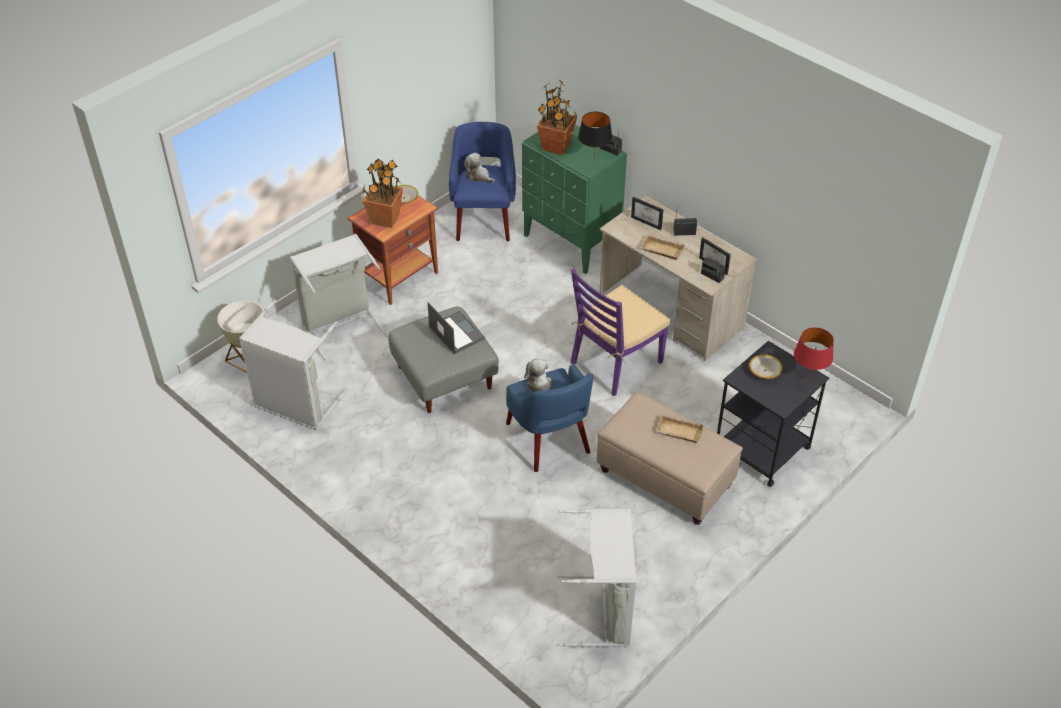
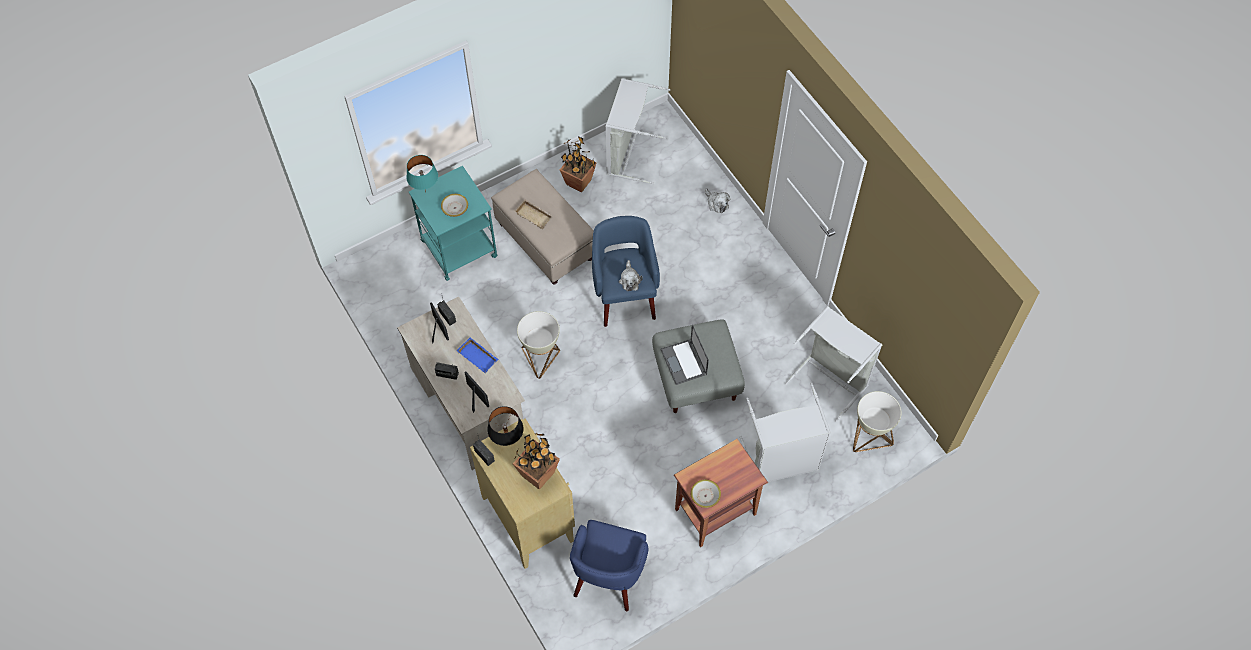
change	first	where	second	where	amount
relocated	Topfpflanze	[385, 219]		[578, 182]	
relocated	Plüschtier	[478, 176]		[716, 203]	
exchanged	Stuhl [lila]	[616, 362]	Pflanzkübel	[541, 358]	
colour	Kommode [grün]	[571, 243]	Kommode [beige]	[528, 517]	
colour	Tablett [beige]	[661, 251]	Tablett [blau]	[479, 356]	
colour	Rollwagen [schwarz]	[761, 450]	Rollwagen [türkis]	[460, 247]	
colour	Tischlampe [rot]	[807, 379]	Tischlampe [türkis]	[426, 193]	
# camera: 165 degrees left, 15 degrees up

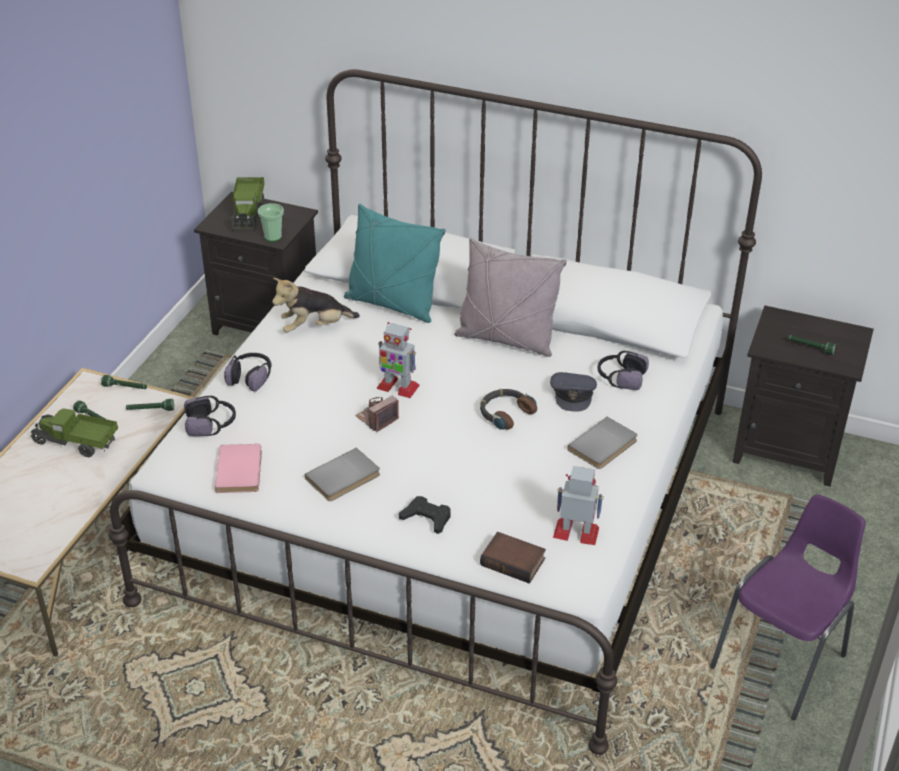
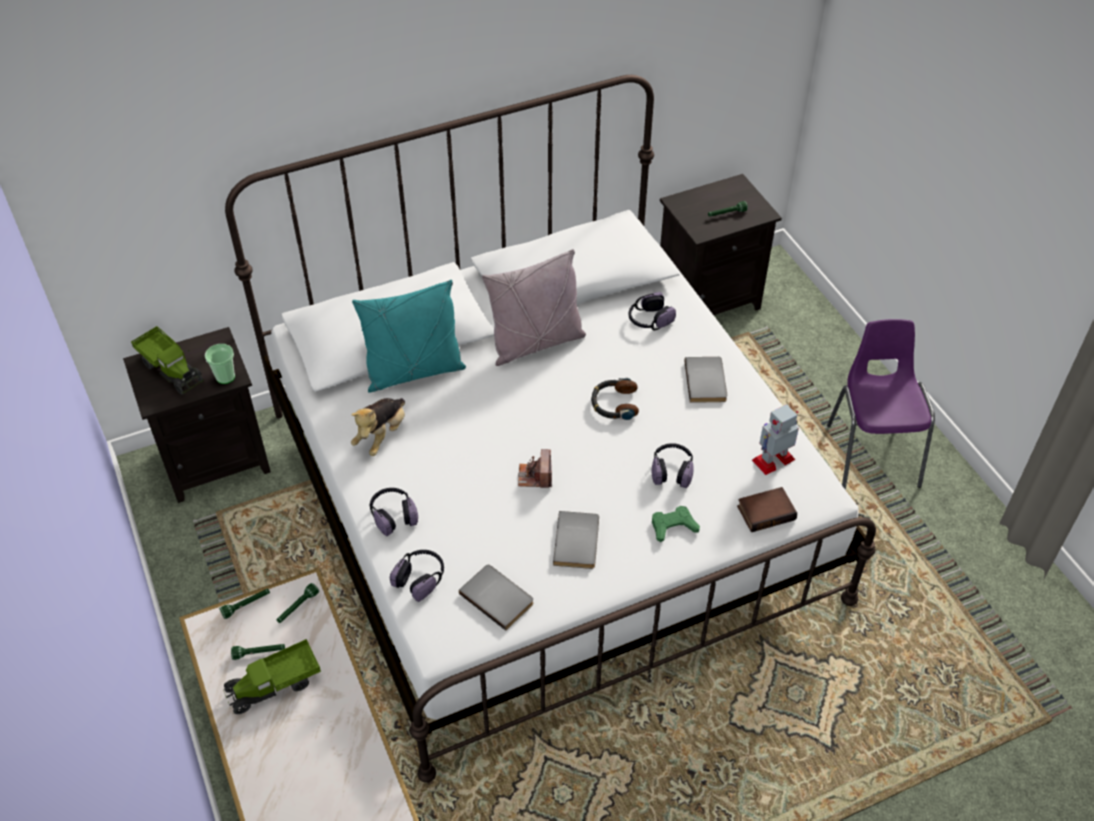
change	first	where	second	where	amount
missing	Spielzeugroboter	[397, 387]			
missing	Kappe [grau]	[573, 394]			
appeared			Kopfhörer	[672, 470]	
colour	Buch [rosa]	[241, 470]	Buch [grau]	[498, 597]	
colour	Gamepad [schwarz]	[426, 518]	Gamepad [grün]	[673, 526]	
# camera: 45 degrees left, 10 degrees up

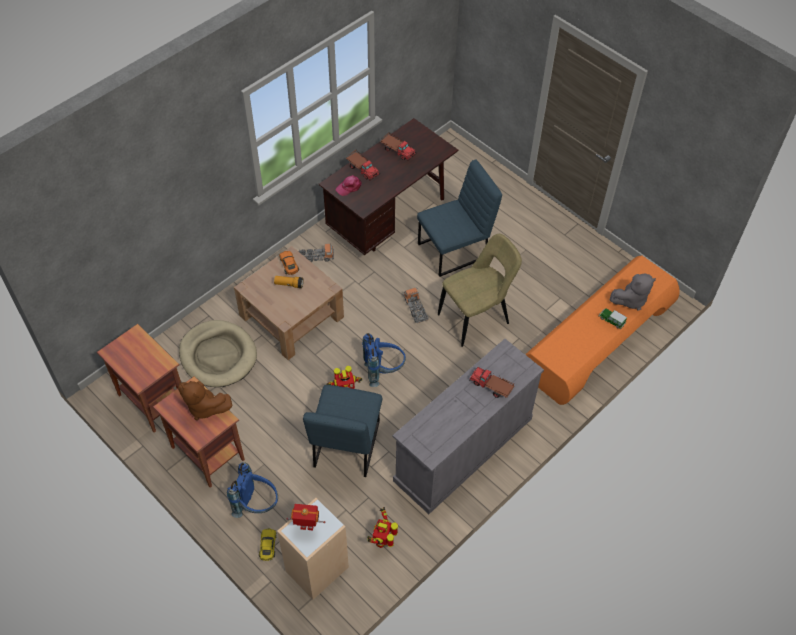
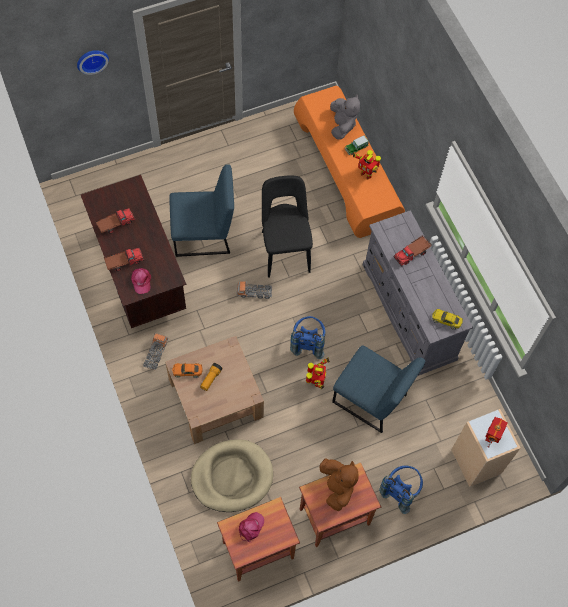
change	first	where	second	where	amount
appeared			Wanduhr	[92, 59]	
appeared			Kappe [rosa]	[251, 527]	
relocated	Spielzeugauto [gelb]	[268, 546]		[446, 320]	
relocated	Spielzeugroboter	[383, 541]		[366, 174]	
colour	Stuhl [beige]	[476, 318]	Stuhl [schwarz]	[285, 249]	
spun	Plüschtier [braun]	[204, 407]		[337, 487]	60 degrees counterclockwise
spun	Stuhl [blau]	[455, 250]		[204, 235]	90 degrees clockwise
# camera: 70 degrees left, 10 degrees up

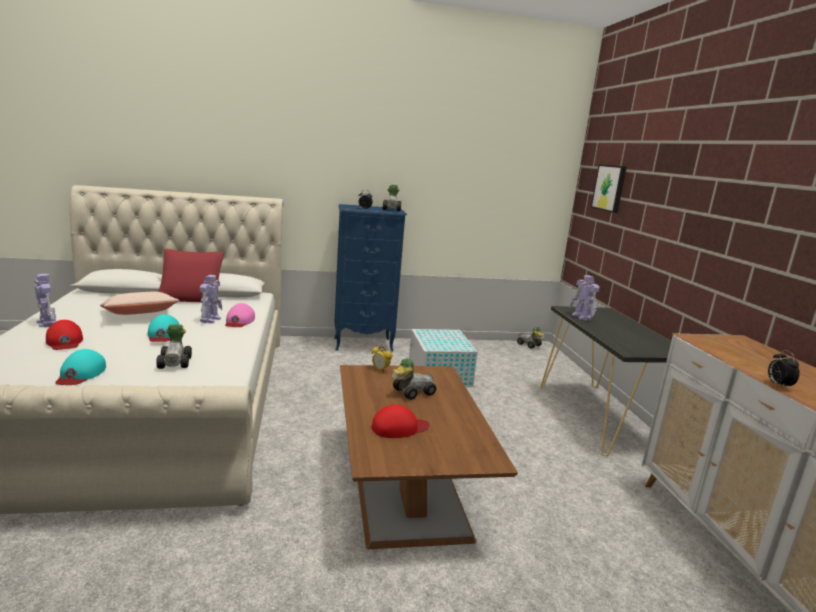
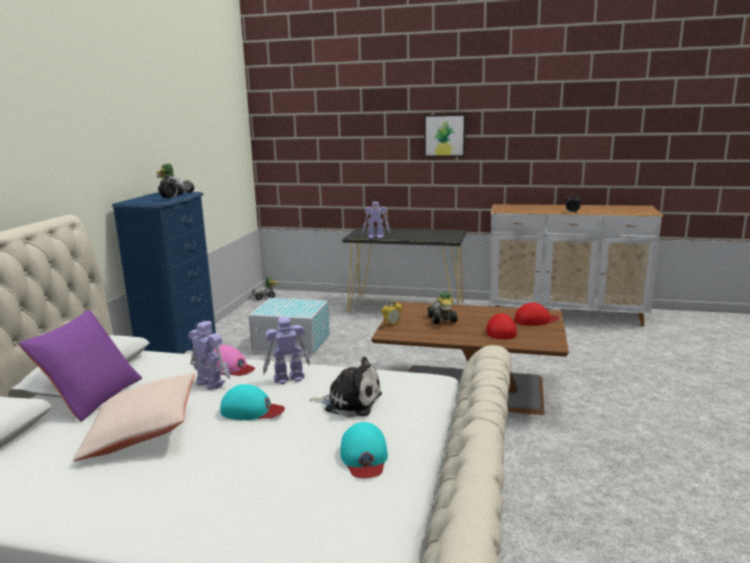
change	first	where	second	where	amount
relocated	Spielzeugroboter	[47, 323]		[288, 378]	
relocated	Kappe [rot]	[64, 341]		[536, 320]	
relocated	Bild	[610, 188]		[445, 135]	
exchanged	Spielzeugauto	[176, 362]	Plüschtier	[350, 402]	
colour	Kissen [rot]	[192, 298]	Kissen [lila]	[91, 396]	
spun	Kappe [türkis]	[80, 374]		[364, 457]	60 degrees clockwise
# camera: 65 degrees left, 0 degrees up

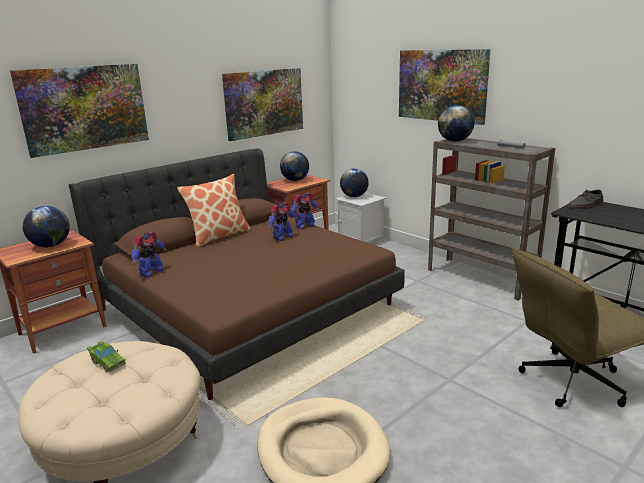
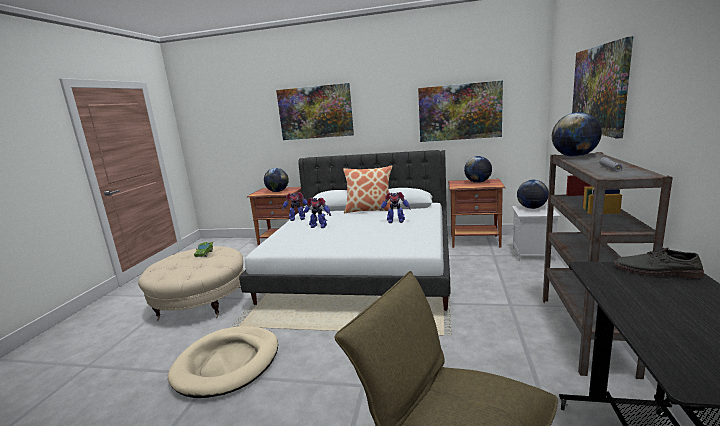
change	first	where	second	where	amount
relocated	Spielzeugroboter	[304, 226]		[318, 226]	
colour	Bett [braun]	[246, 307]	Bett [weiß]	[363, 267]	
# camera: 55 degrees right, 5 degrees down

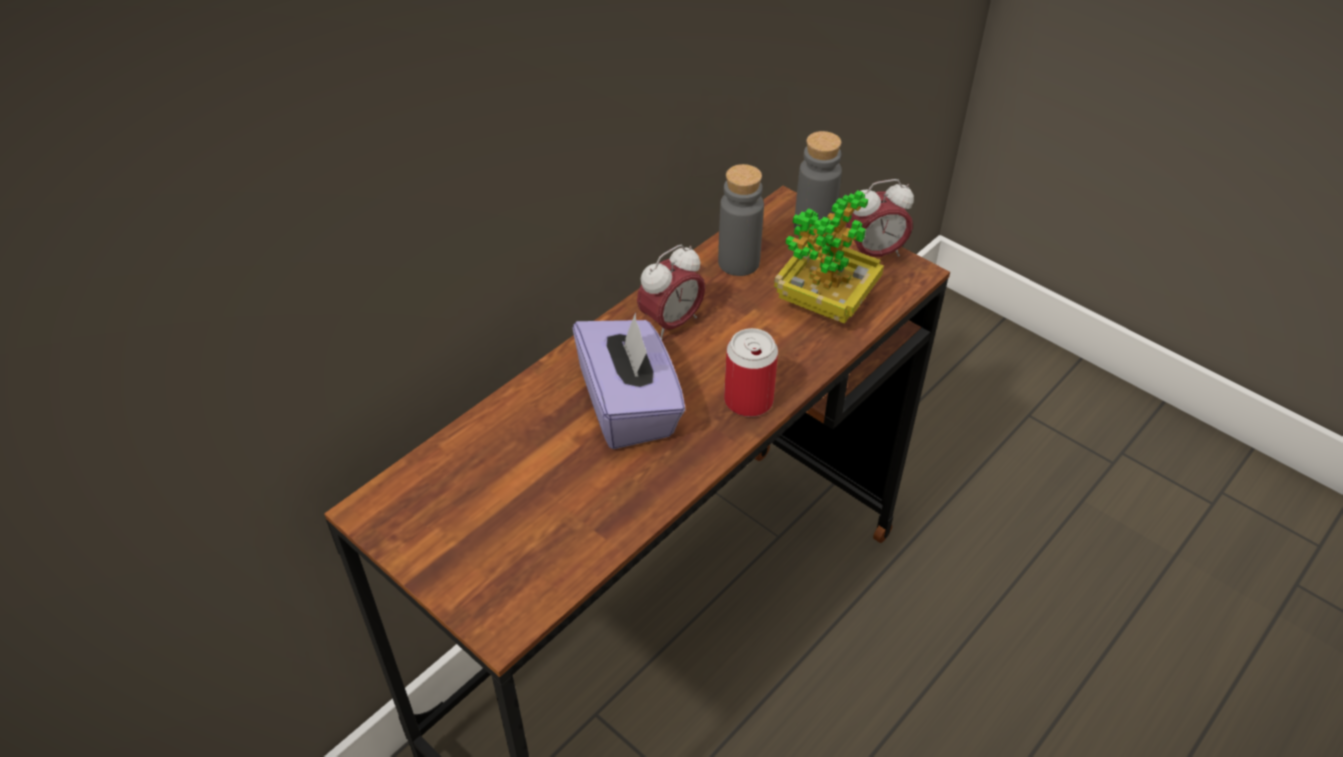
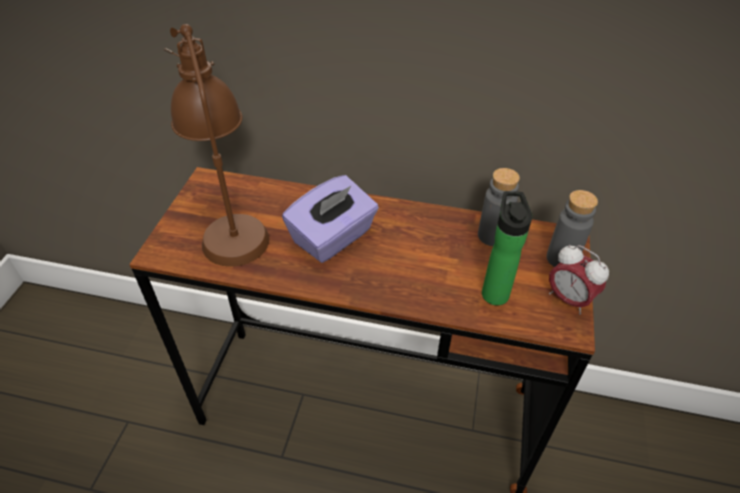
change	first	where	second	where	amount
missing	Wecker	[671, 323]			
missing	Dose	[748, 400]			
appeared			Tischlampe [braun]	[229, 222]	
exchanged	Topfpflanze	[825, 303]	Flasche	[494, 291]	
# camera: 60 degrees right, 0 degrees up

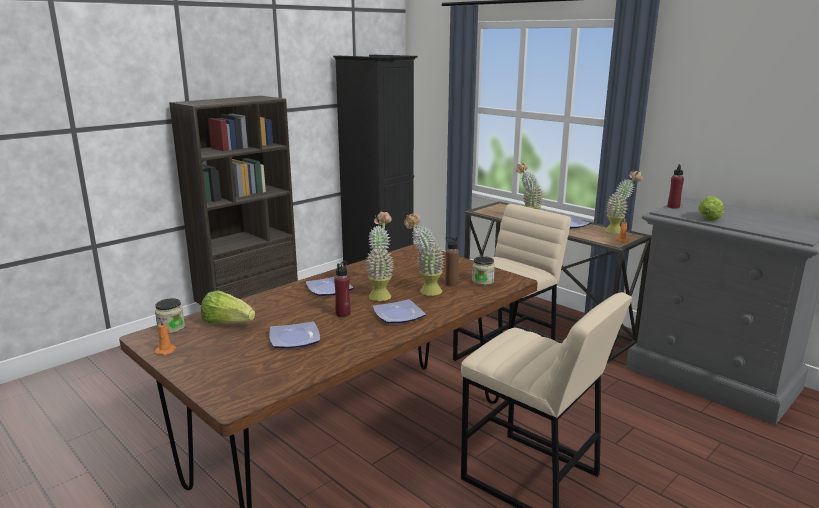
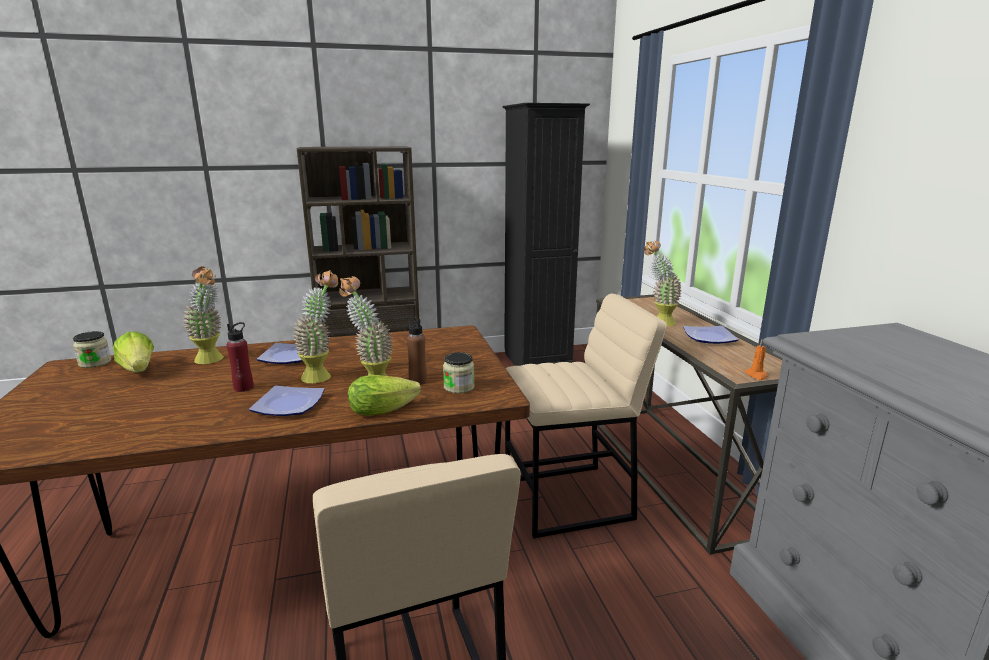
change	first	where	second	where	amount
missing	Kerze [orange]	[166, 350]			
missing	Teller	[294, 339]			
missing	Flasche [rot]	[673, 207]			
relocated	Topfpflanze	[618, 231]		[213, 360]	
relocated	Salatkopf	[711, 217]		[386, 409]	
# camera: 30 degrees right, 0 degrees up

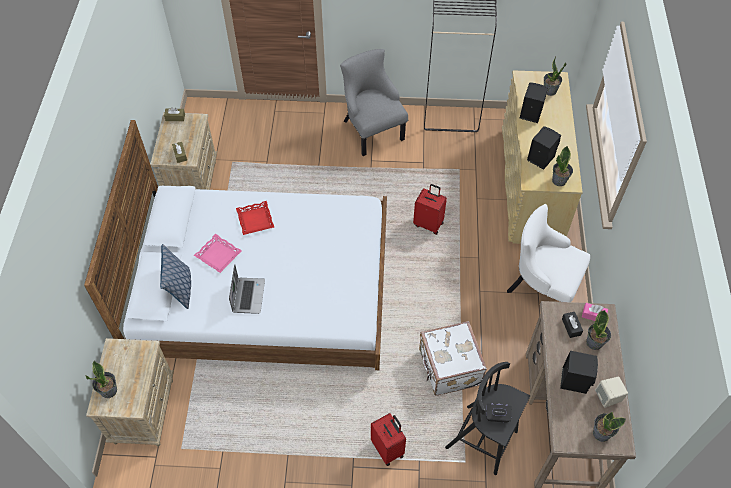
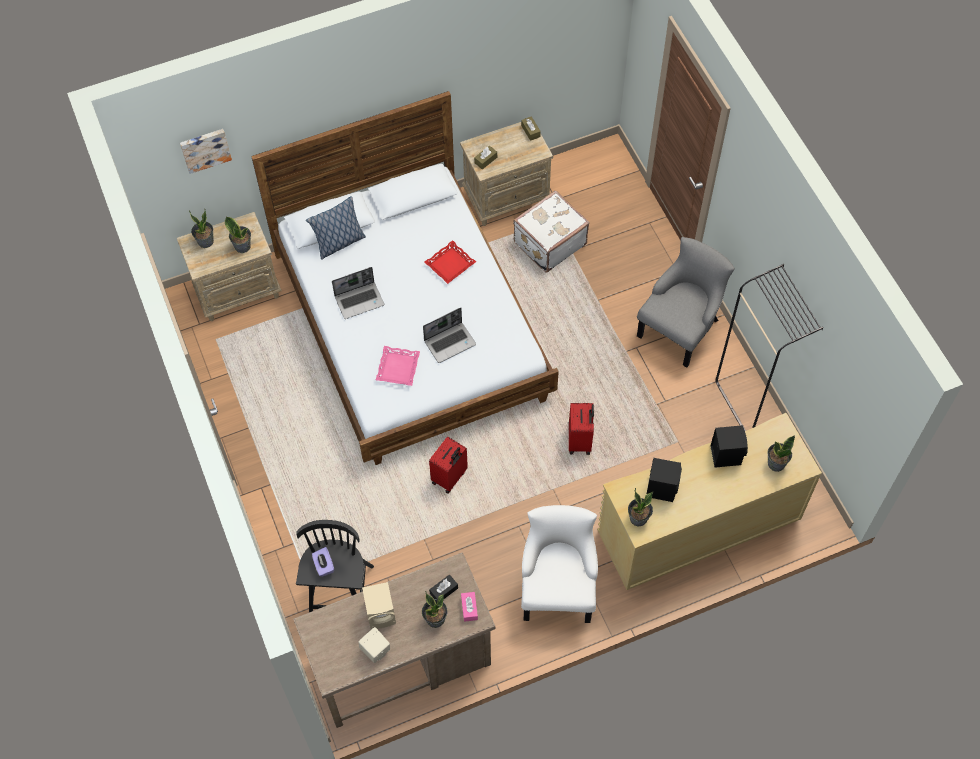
change	first	where	second	where	amount
appeared			Bild	[205, 149]	
appeared			Laptop	[450, 342]	
relocated	Tablett [rosa]	[218, 255]		[397, 368]	
relocated	Koffer [rot]	[388, 448]		[450, 477]	
relocated	Koffer [weiß]	[448, 368]		[548, 243]	
relocated	Topfpflanze	[601, 433]		[243, 246]	
colour	Taschentuchbox [schwarz]	[497, 416]	Taschentuchbox [lila]	[324, 566]	
colour	Lautsprecher [schwarz]	[574, 379]	Lautsprecher [beige]	[382, 613]	
# camera: 65 degrees right, 5 degrees up

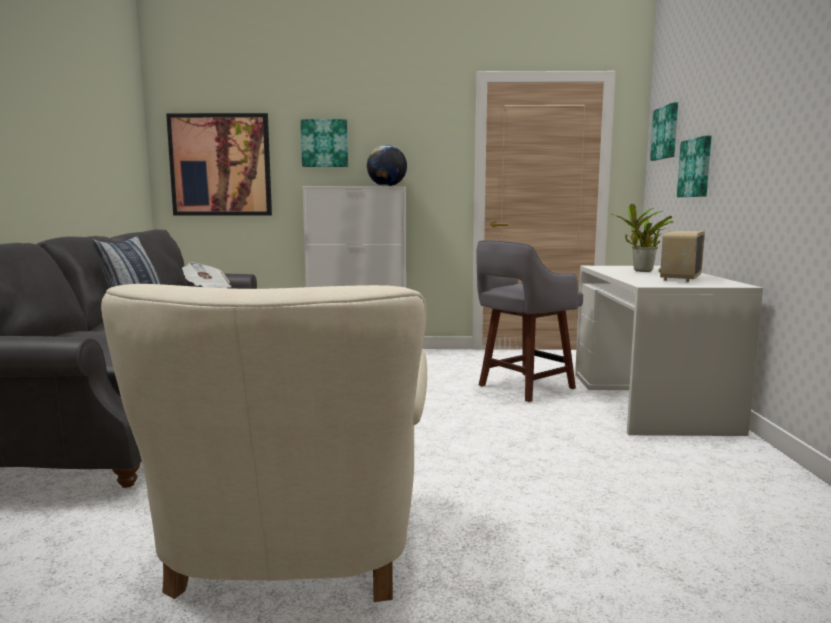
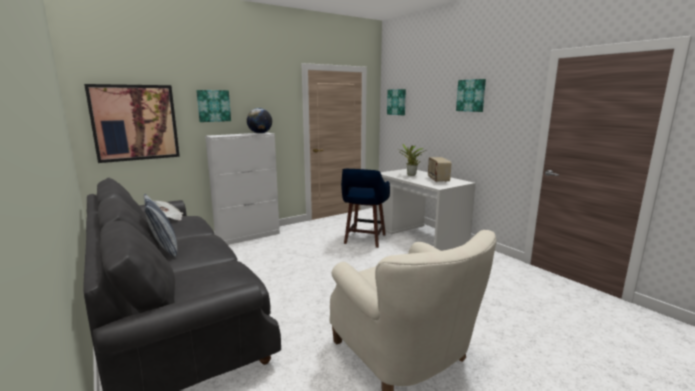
change	first	where	second	where	amount
relocated	Bild	[696, 168]		[471, 95]	
colour	Hocker [grau]	[523, 388]	Hocker [blau]	[364, 240]	
# camera: 35 degrees left, 5 degrees up

